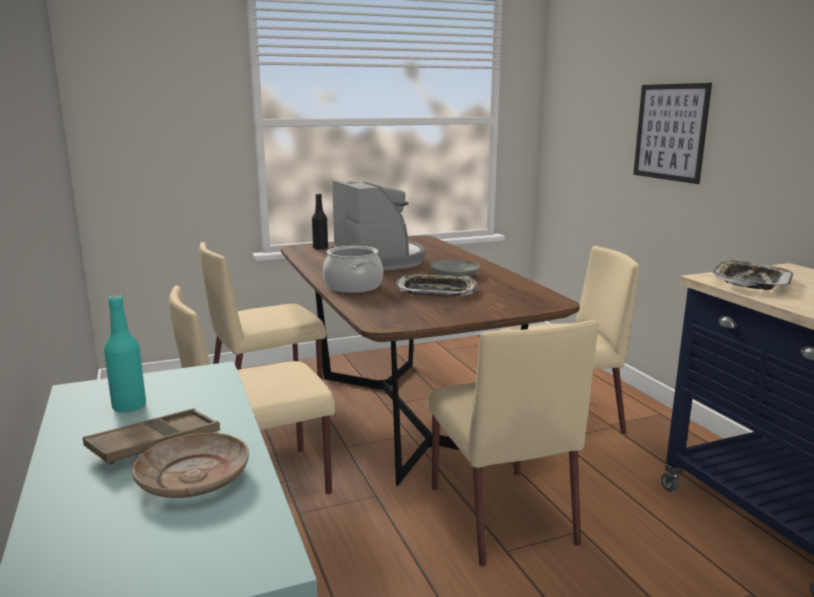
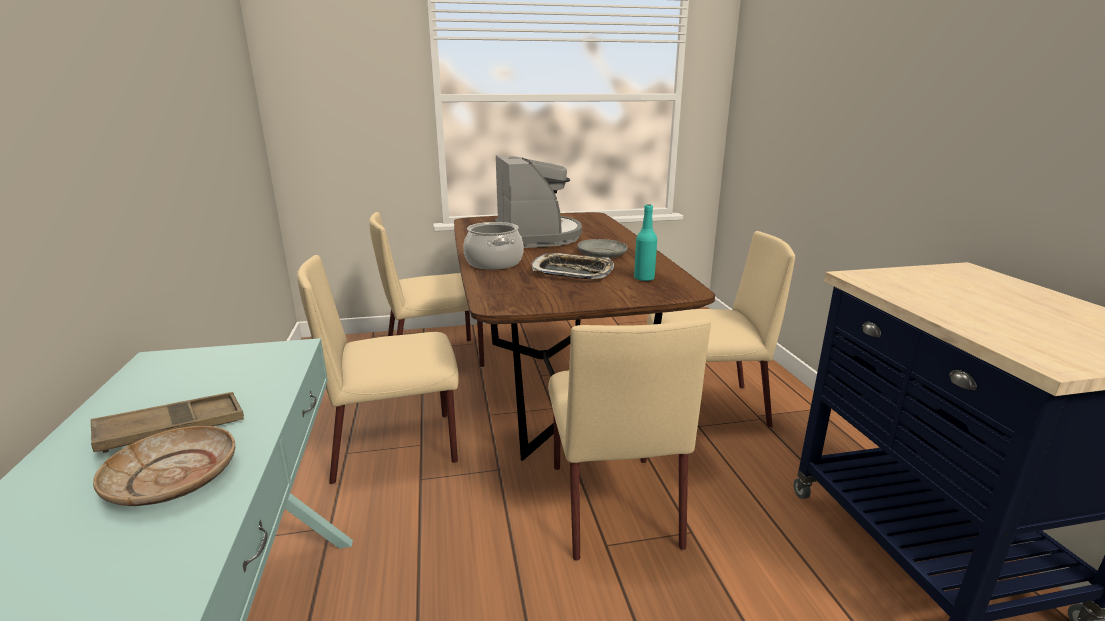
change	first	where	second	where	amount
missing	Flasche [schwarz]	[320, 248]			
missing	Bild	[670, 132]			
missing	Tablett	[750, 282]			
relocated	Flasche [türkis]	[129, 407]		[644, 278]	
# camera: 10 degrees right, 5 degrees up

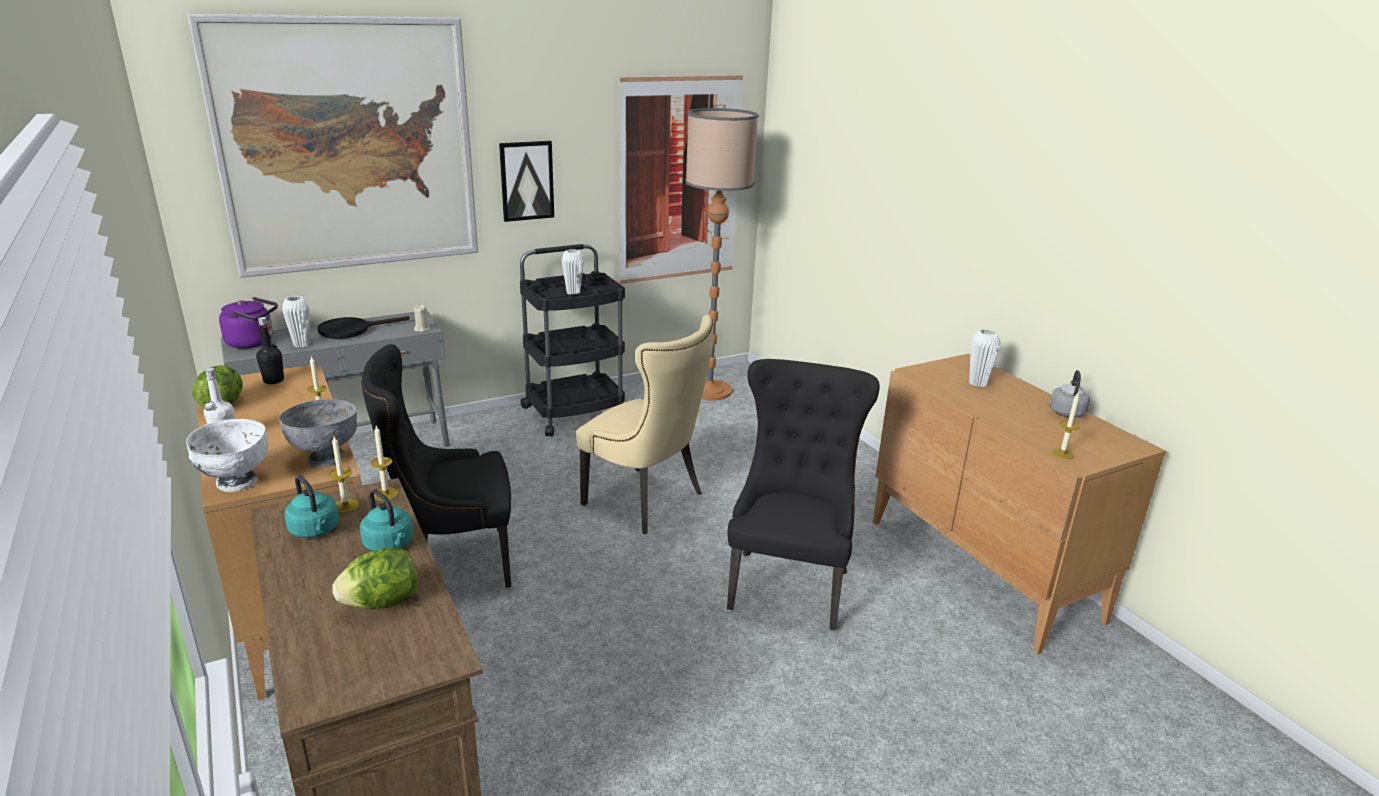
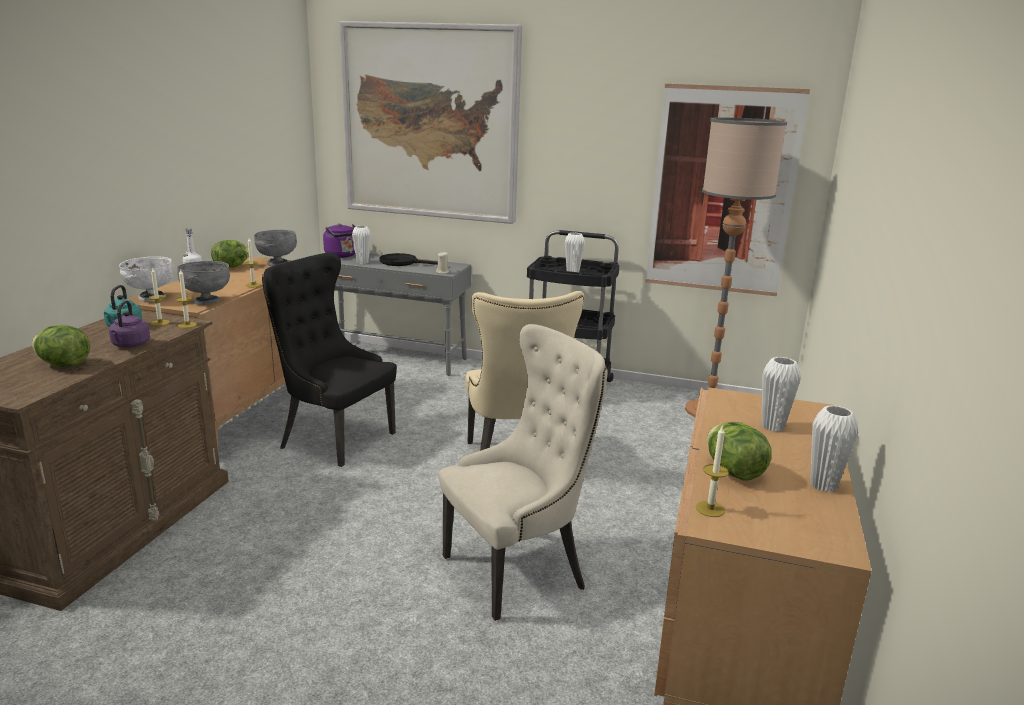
change	first	where	second	where	amount
missing	Bild	[526, 180]			
appeared			Salatkopf	[733, 472]	
exchanged	Flasche [schwarz]	[273, 380]	Schüssel [grau]	[277, 264]	
exchanged	Wasserkessel [grau]	[1066, 411]	Vase [weiß]	[823, 485]	
colour	Wasserkessel [türkis]	[390, 545]	Wasserkessel [lila]	[130, 345]	
colour	Stuhl [schwarz]	[788, 587]	Stuhl [beige]	[516, 570]	
# camera: 45 degrees right, 5 degrees down

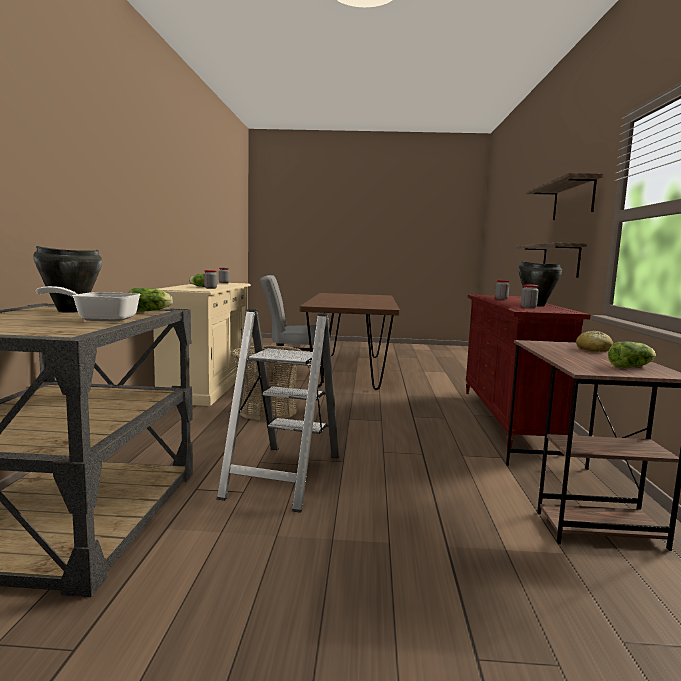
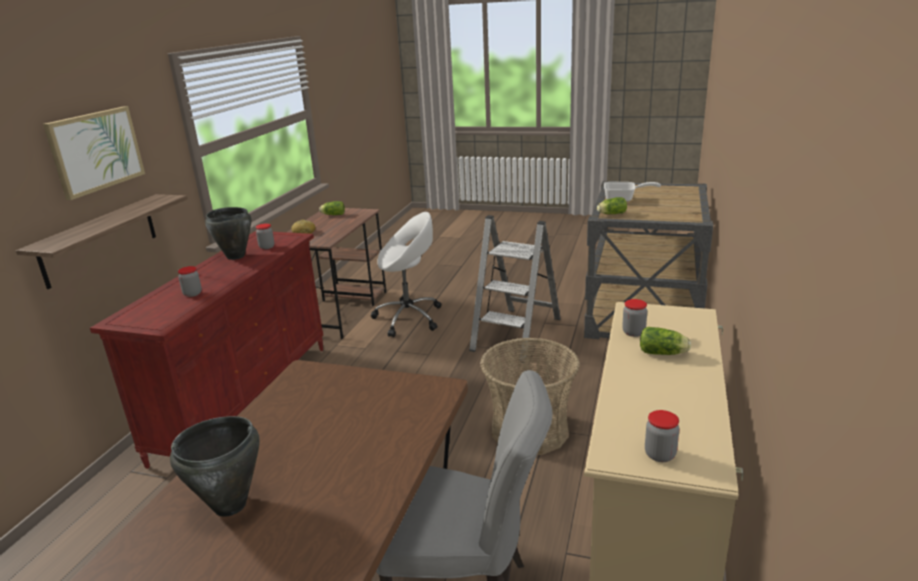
change	first	where	second	where	amount
appeared			Bürostuhl [weiß]	[410, 318]	
relocated	Kochtopf [schwarz]	[70, 311]		[230, 505]	
exchanged	Wandregal	[573, 200]	Bild	[96, 151]	
# camera: 165 degrees left, 15 degrees up

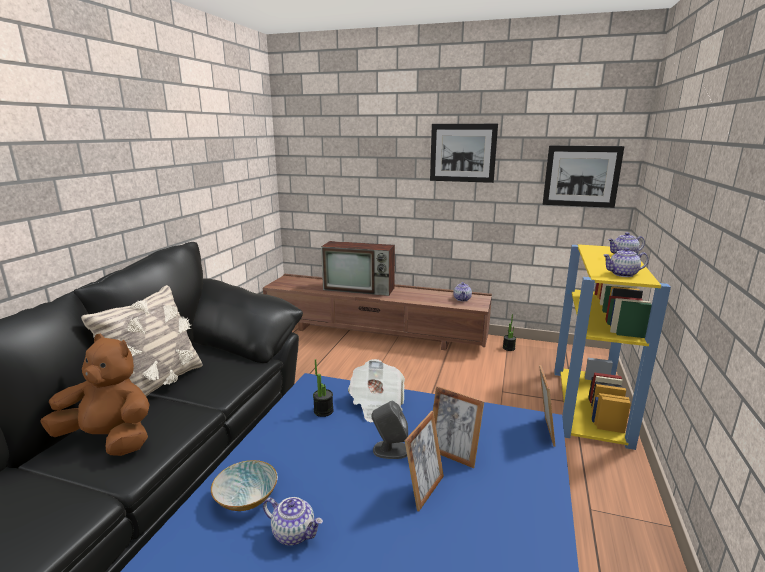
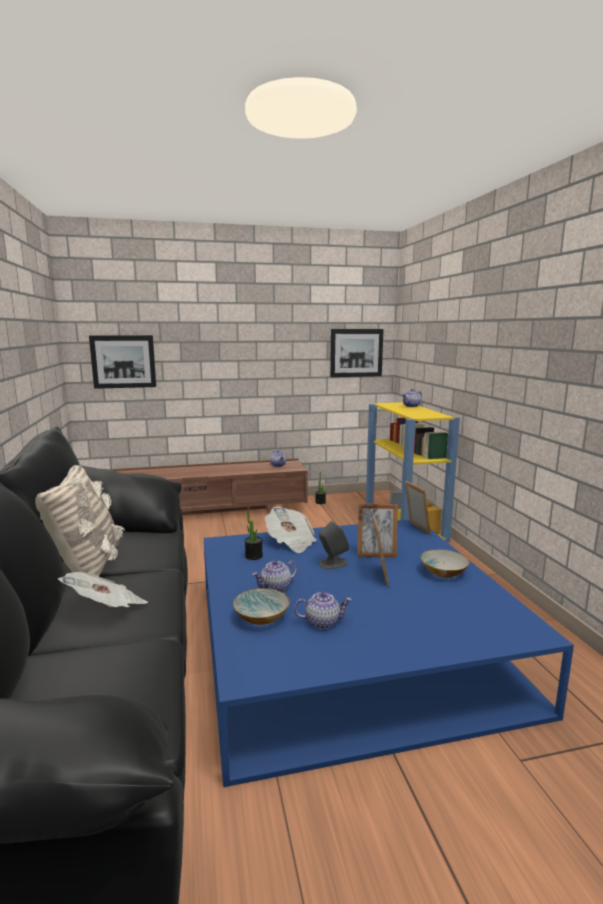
change	first	where	second	where	amount
missing	Fernseher	[360, 289]			
appeared			Schüssel	[443, 572]	
relocated	Bild	[462, 153]		[123, 361]	
relocated	Teekanne	[622, 274]		[275, 588]	
exchanged	Plüschtier [braun]	[110, 439]	Zeitung	[107, 608]	
# camera: 30 degrees left, 5 degrees down

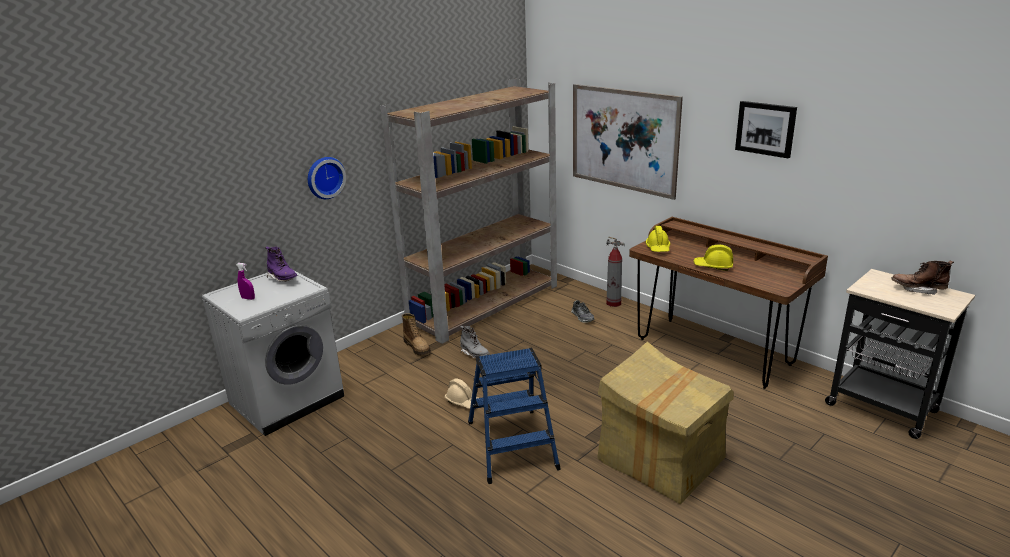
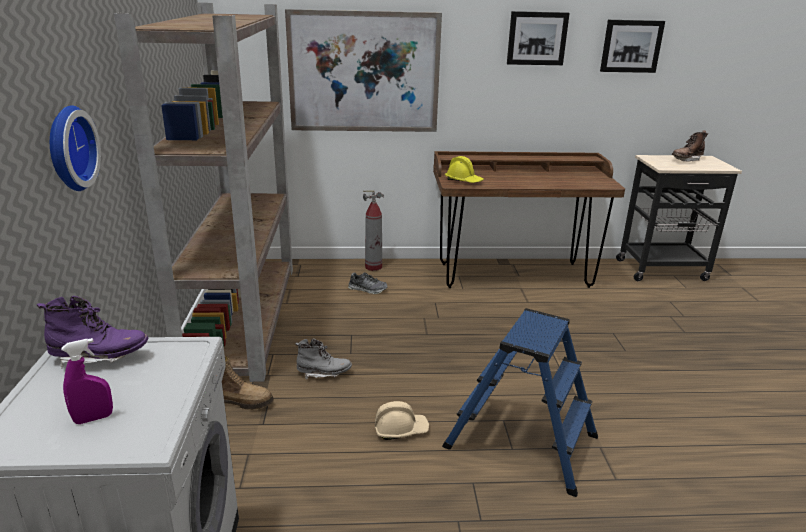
change	first	where	second	where	amount
missing	Karton	[660, 459]			
missing	Schutzhelm [gelb]	[713, 266]			
appeared			Bild	[631, 46]	
# camera: 50 degrees left, 0 degrees up

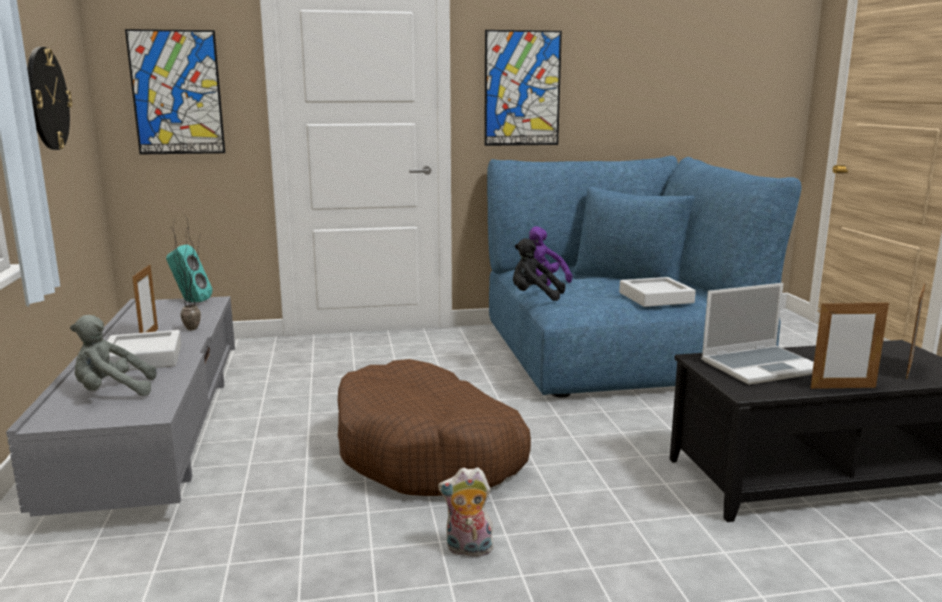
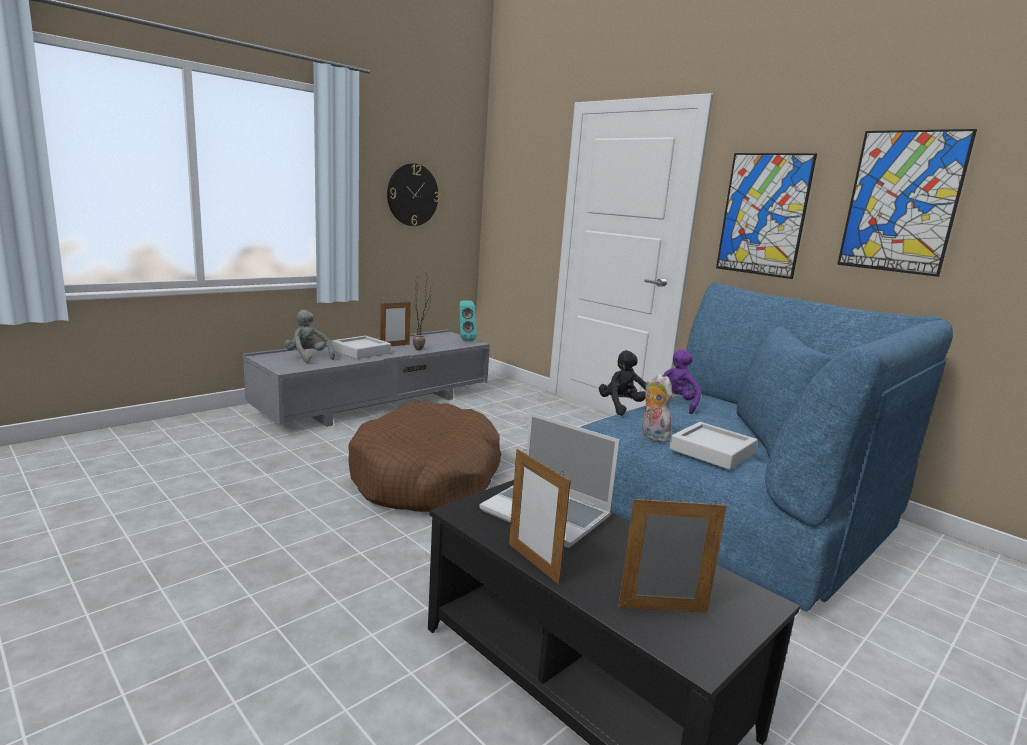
change	first	where	second	where	amount
relocated	Bild	[177, 93]		[901, 202]	
relocated	Plüschtier	[467, 550]		[652, 436]	
# camera: 55 degrees right, 0 degrees up

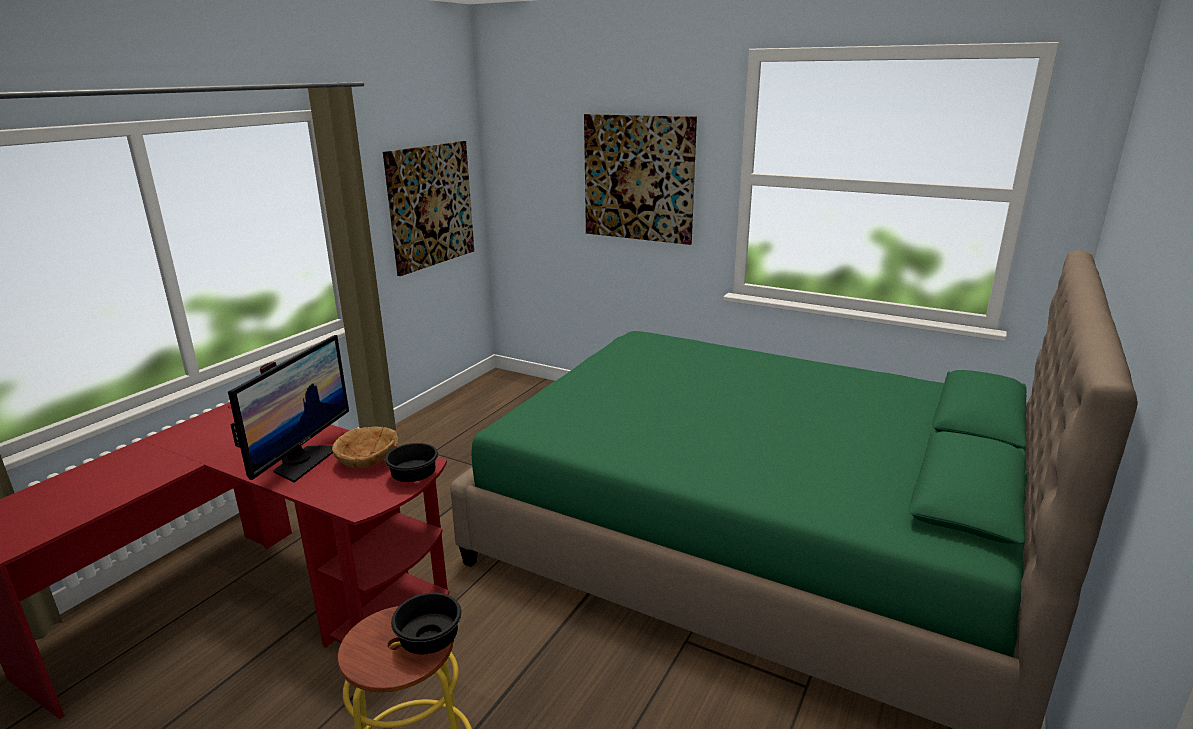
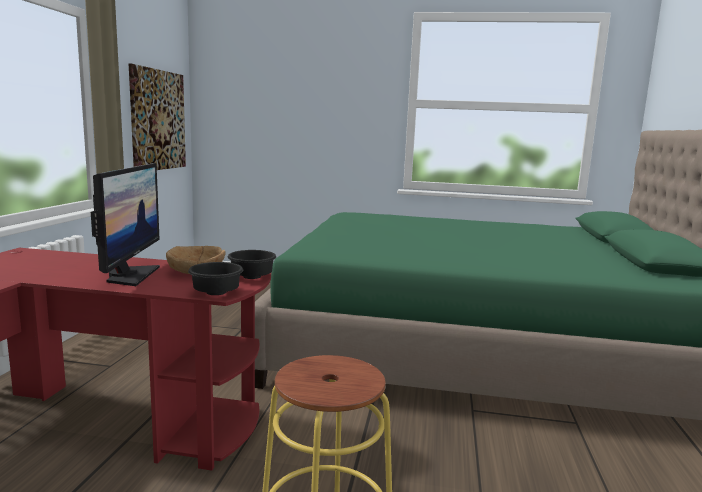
change	first	where	second	where	amount
missing	Bild	[638, 178]			
relocated	Schüssel [schwarz]	[428, 640]		[214, 293]	
# camera: 20 degrees left, 10 degrees down

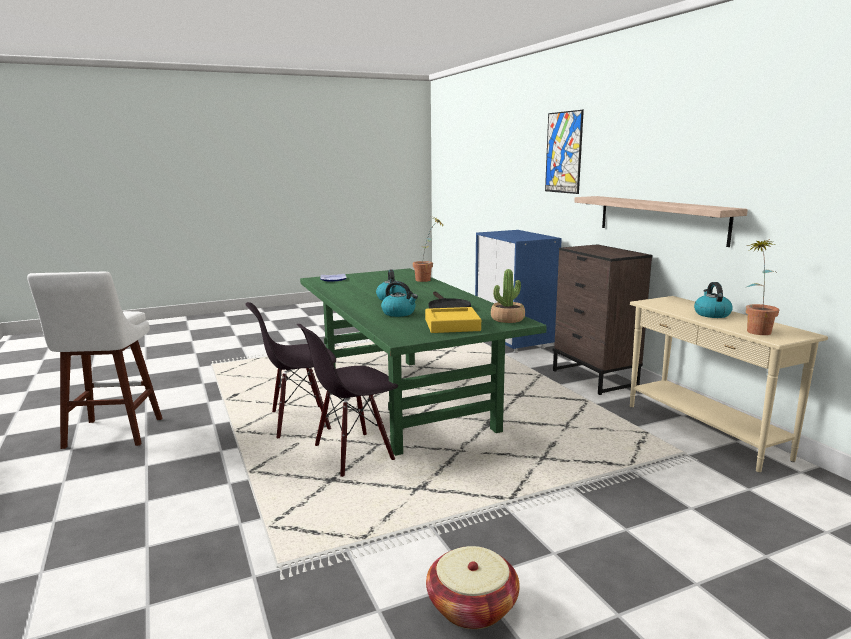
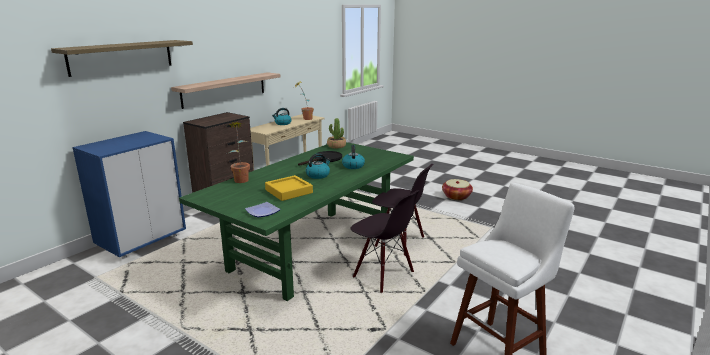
change	first	where	second	where	amount
relocated	Tablett [gelb]	[452, 325]		[289, 191]	
exchanged	Bild	[563, 152]	Wandregal	[121, 57]	
# camera: 120 degrees left, 5 degrees up

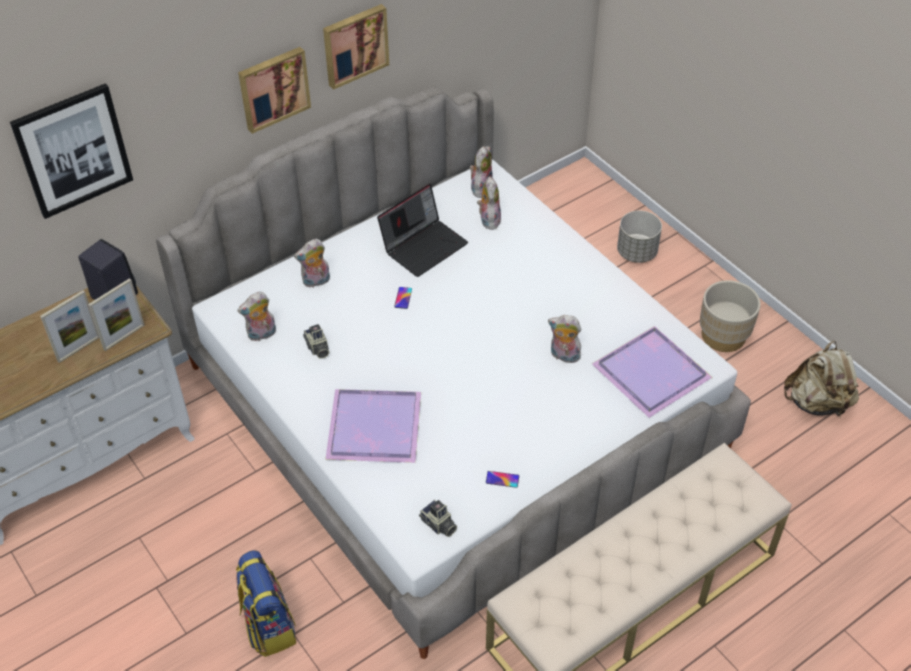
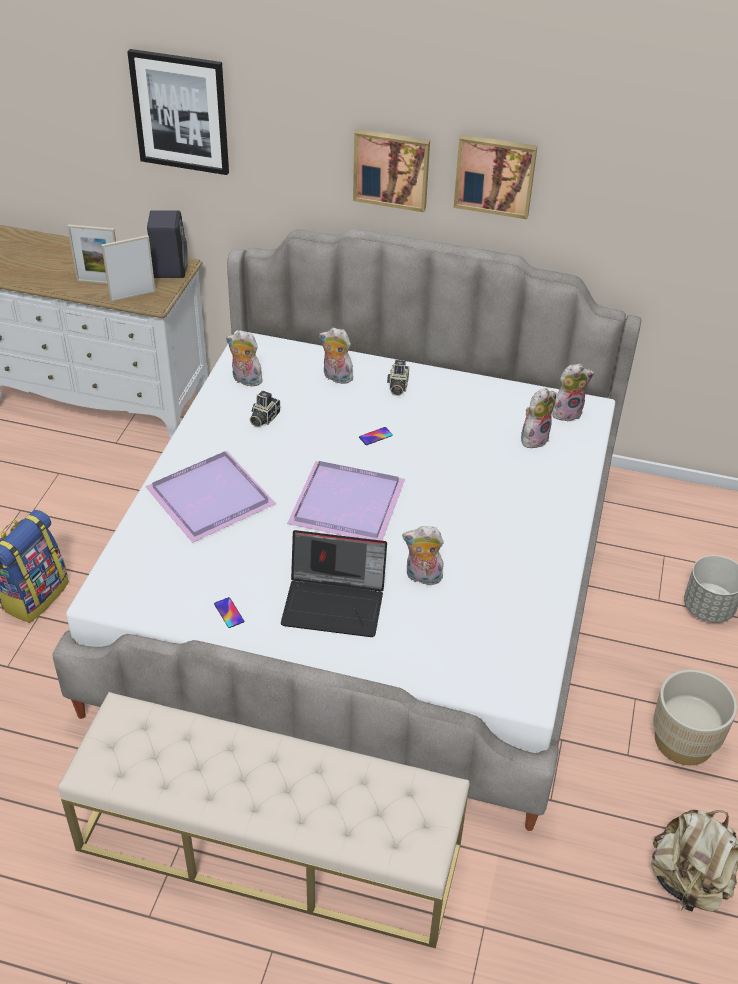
change	first	where	second	where	amount
relocated	Laptop	[424, 245]		[335, 603]	
relocated	Kamera	[438, 525]		[397, 387]	
relocated	Tablett [lila]	[653, 373]		[348, 505]	
spun	Bilderrahmen	[124, 337]		[132, 296]	150 degrees clockwise
spun	Plüschtier	[563, 356]		[422, 577]	60 degrees counterclockwise
# camera: 50 degrees right, 5 degrees down

